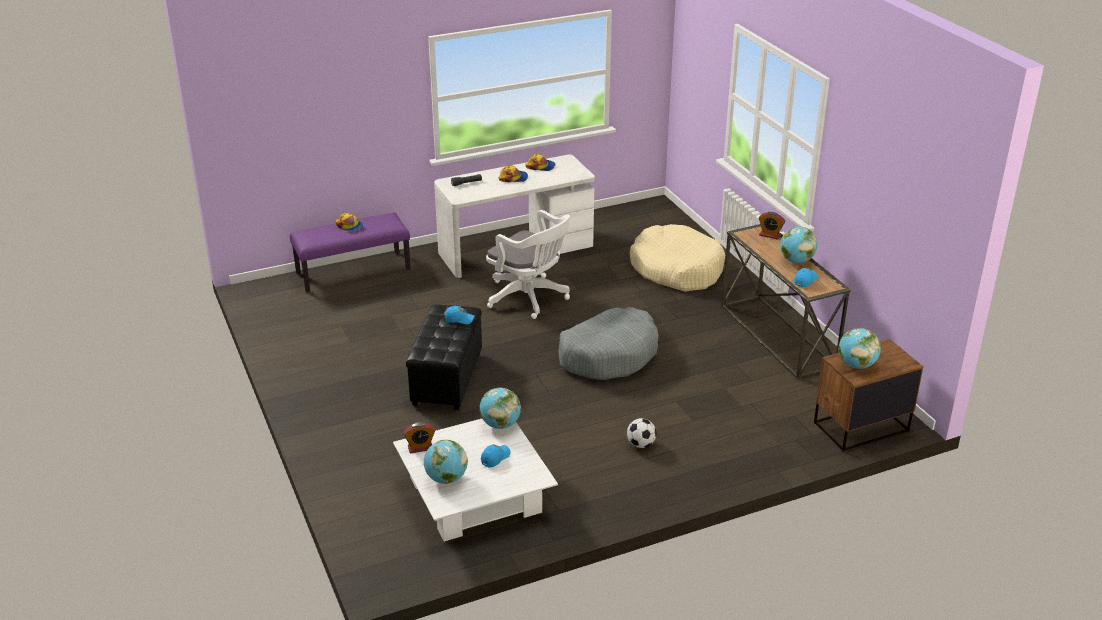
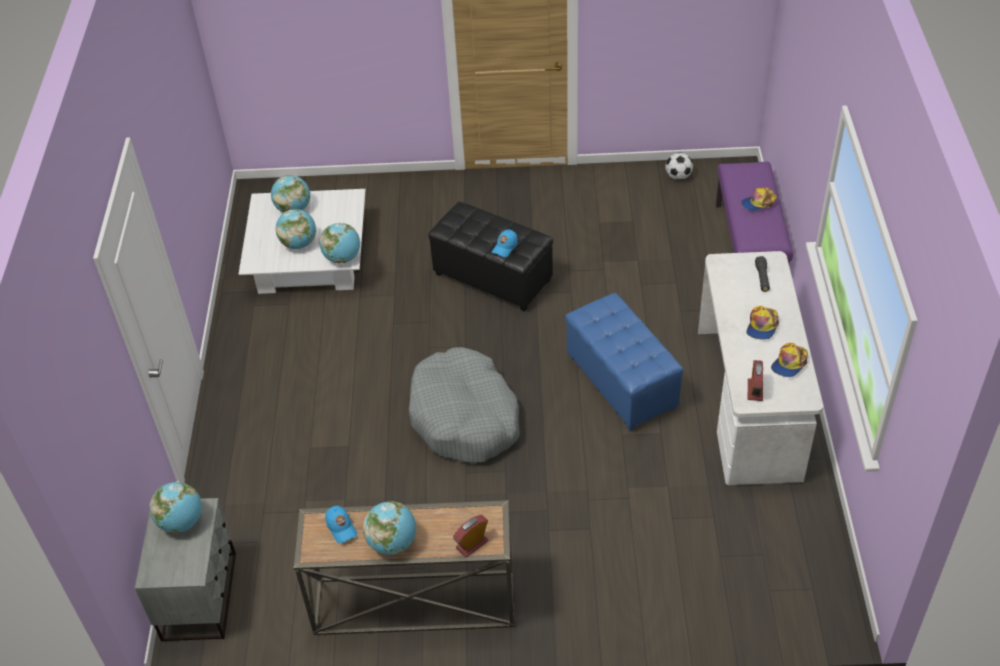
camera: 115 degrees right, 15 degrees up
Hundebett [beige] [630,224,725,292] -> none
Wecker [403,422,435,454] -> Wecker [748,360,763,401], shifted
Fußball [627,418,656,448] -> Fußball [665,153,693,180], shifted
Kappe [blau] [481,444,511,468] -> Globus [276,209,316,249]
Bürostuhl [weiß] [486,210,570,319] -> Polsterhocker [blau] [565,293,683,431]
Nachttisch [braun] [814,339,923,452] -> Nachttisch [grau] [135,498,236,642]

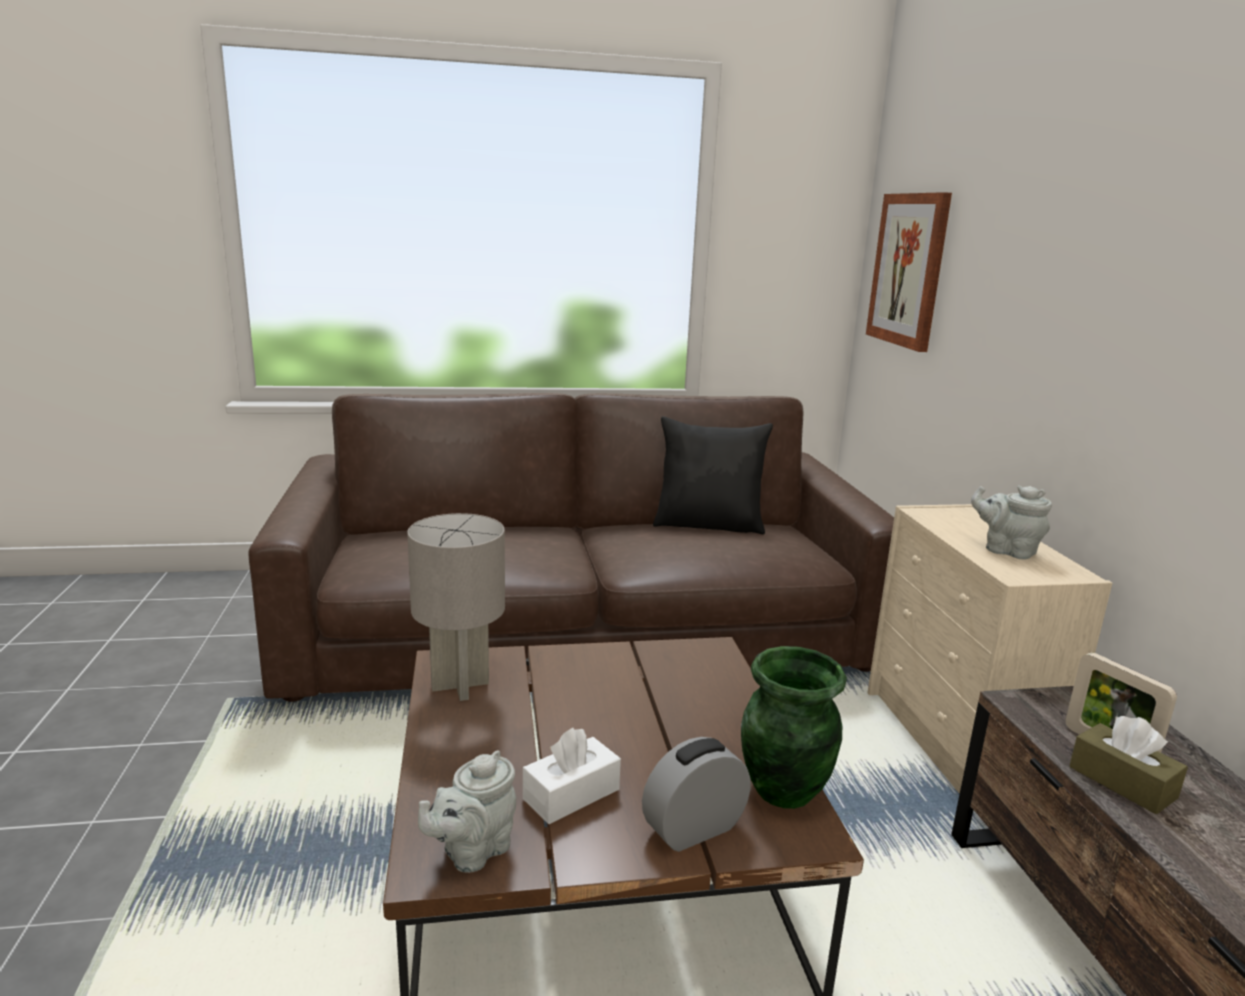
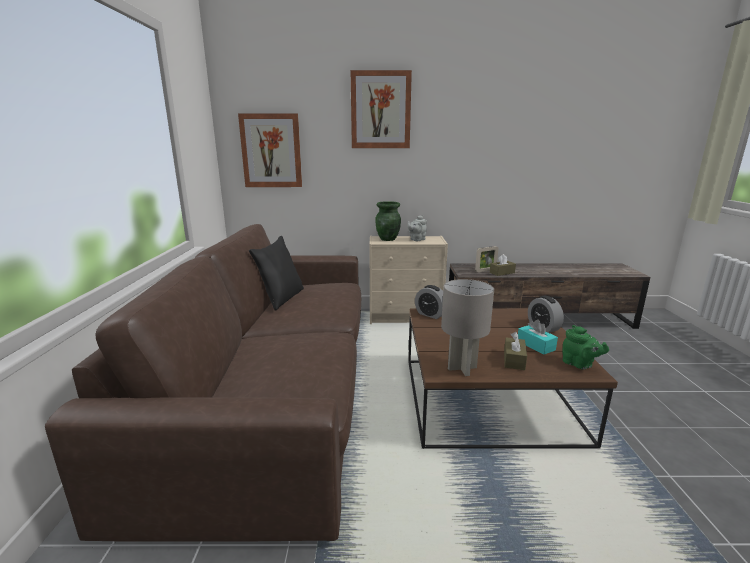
camera: 80 degrees left, 0 degrees up
none -> Bild [351,70,412,148]
none -> Wecker [415,285,443,319]
none -> Taschentuchbox [braun] [504,332,527,370]
Vase [grün] [741,646,847,809] -> Vase [grün] [376,201,401,241], shifted
Teekanne [grau] [418,750,516,873] -> Teekanne [grün] [562,325,609,369]
Taschentuchbox [weiß] [523,728,621,824] -> Taschentuchbox [türkis] [518,320,558,355]

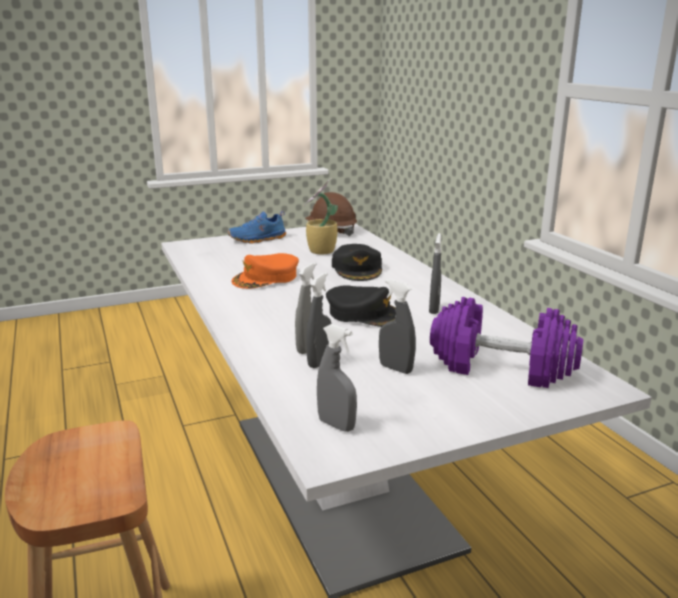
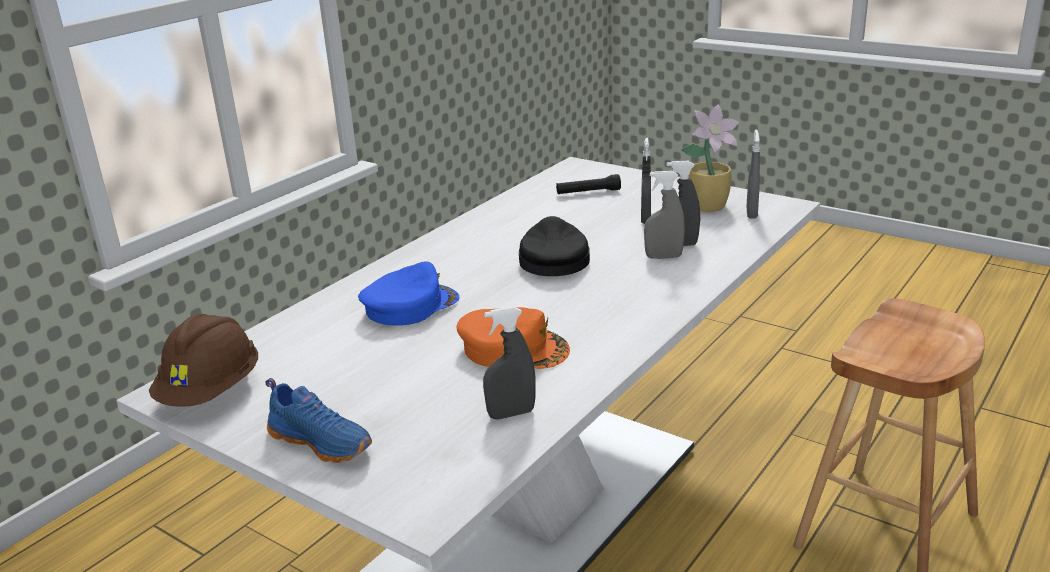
camera: 120 degrees left, 5 degrees up
Topfpflanze [303,178,338,255] -> Topfpflanze [680,104,740,212], shifted
Sprühflasche [grau] [429,233,441,314] -> Sprühflasche [grau] [483,306,536,419], shifted
Hantel [lila] [430,297,583,388] -> Taschenlampe [schwarz] [556,174,621,194]
Kappe [schwarz] [332,244,382,281] -> Kappe [blau] [358,261,460,326]

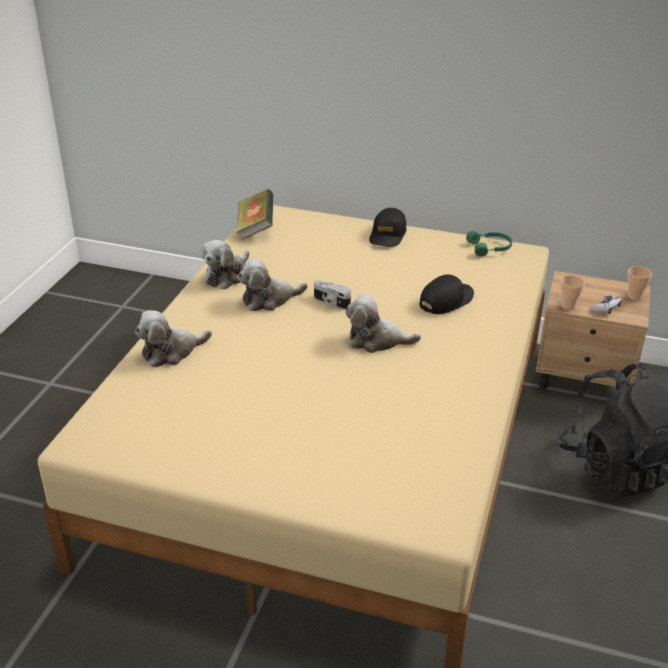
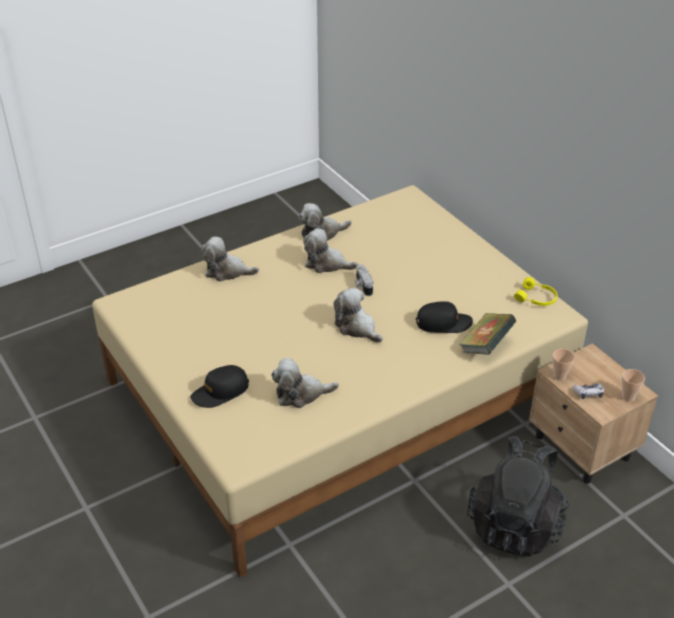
camera: 40 degrees right, 5 degrees up
none -> Plüschtier [271,358,339,408]
Buch [236,189,273,240] -> Buch [459,313,516,355], shifted
Kappe [schwarz] [369,208,407,247] -> Kappe [schwarz] [190,365,249,408], shifted
Kopfhörer [grün] [466,231,512,256] -> Kopfhörer [gelb] [514,277,557,306]

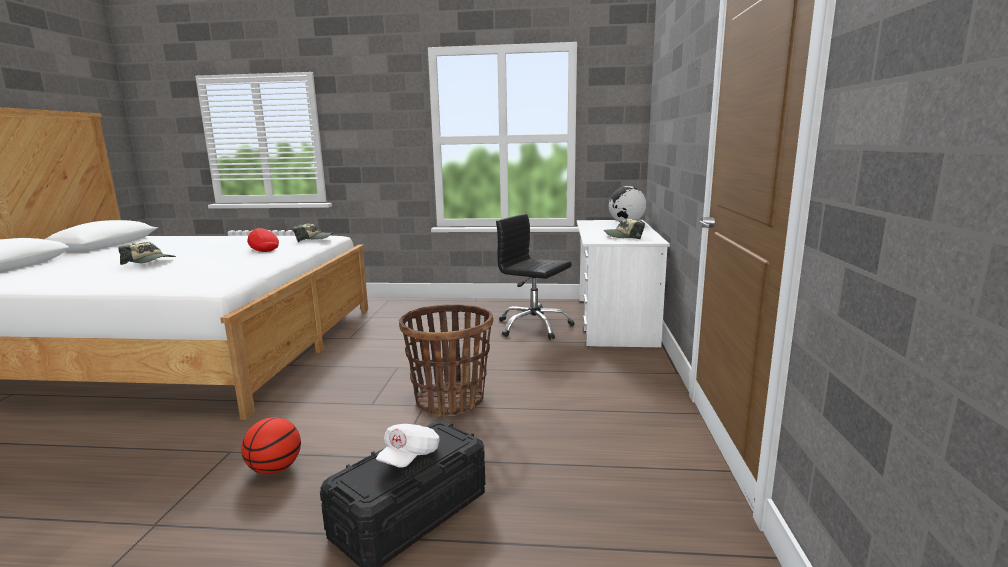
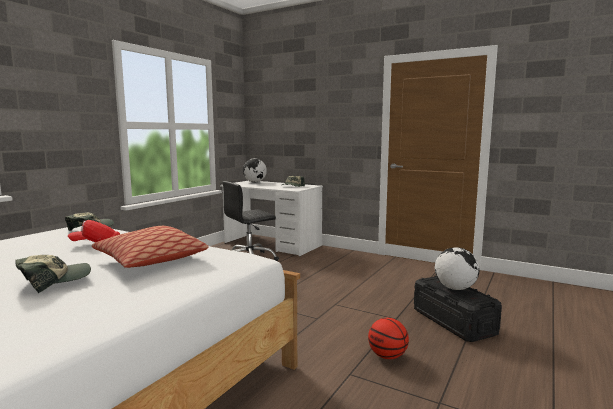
camera: 65 degrees left, 5 degrees down
Korb [399,304,493,417] -> none
none -> Kissen [92,226,208,268]
Kappe [weiß] [376,424,440,468] -> Globus [435,247,480,290]

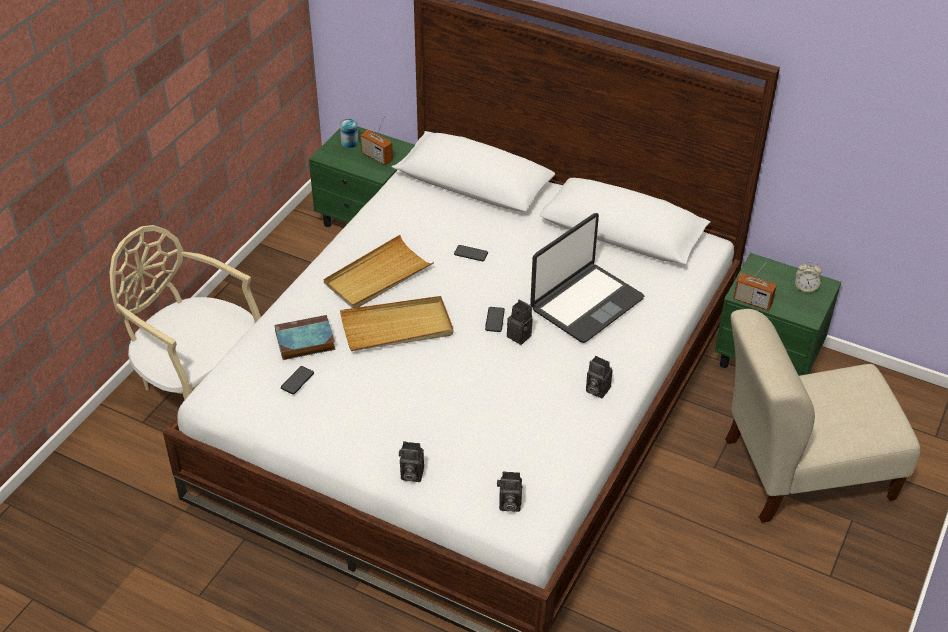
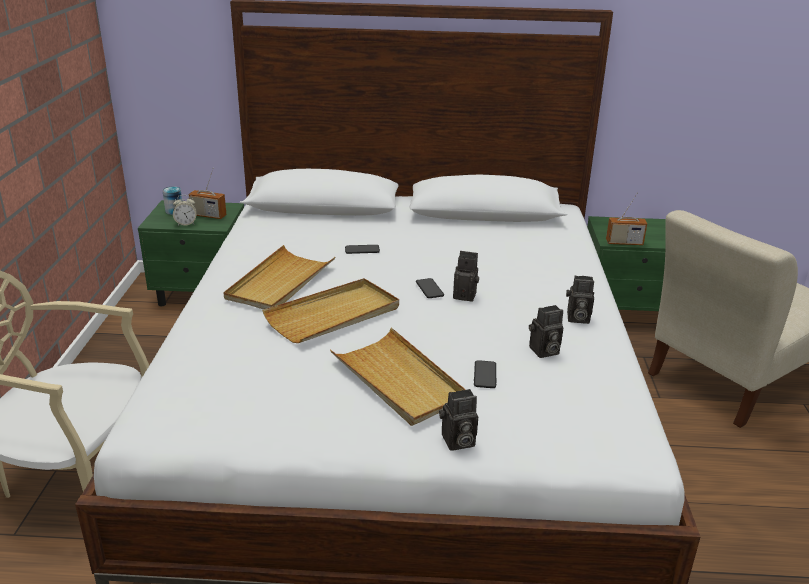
camera: 25 degrees left, 15 degrees down
Buch [275,315,336,360] -> none
Laptop [530,213,644,343] -> none
none -> Tablett [beige] [330,328,466,426]
Handy [281,366,314,394] -> Handy [474,360,496,388], shifted
Kamera [497,471,522,512] -> Kamera [529,305,563,358], shifted
Wecker [795,261,822,292] -> Wecker [173,195,197,226], shifted

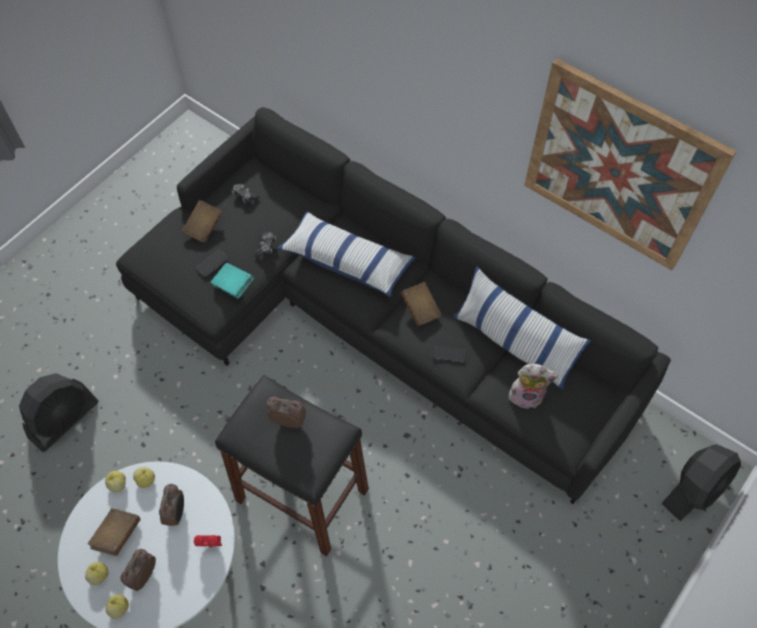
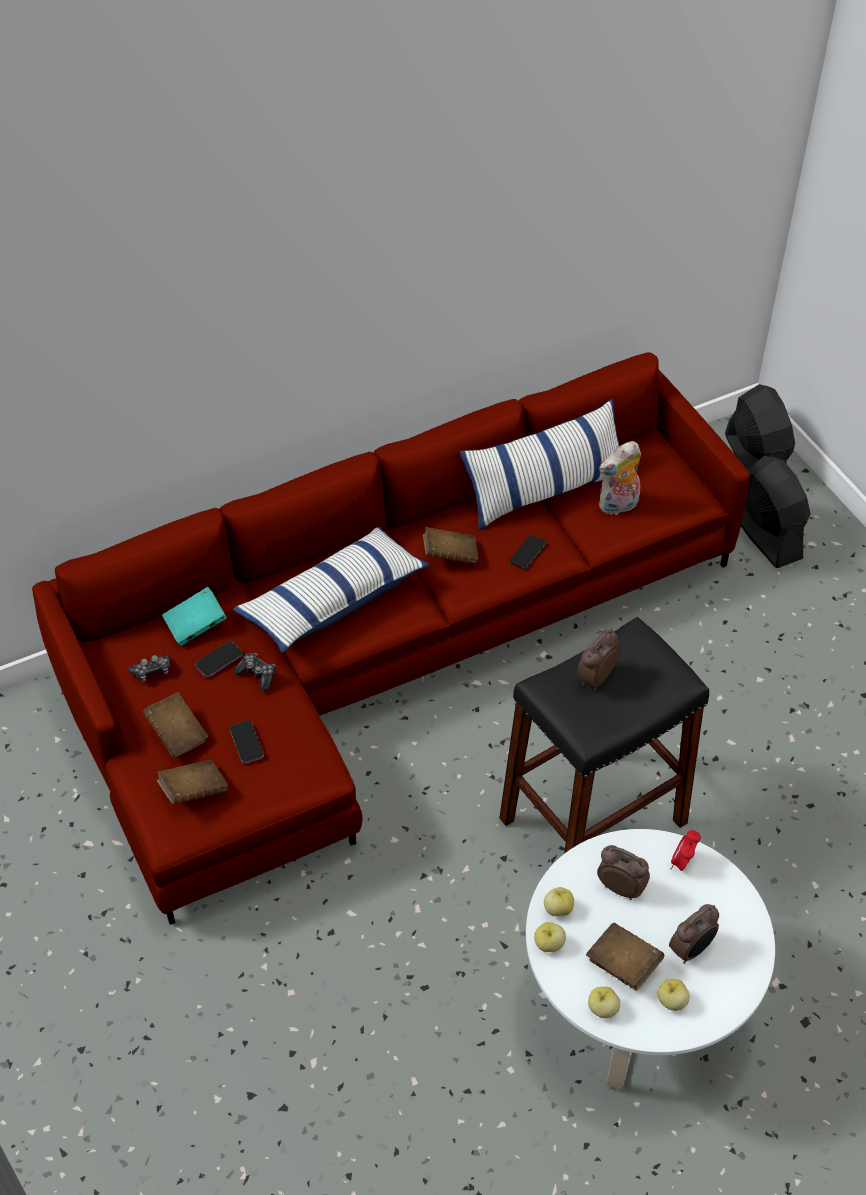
camera: 65 degrees left, 10 degrees down
Bild [524,58,736,271] -> none
none -> Buch [braun] [157,760,228,805]
none -> Handy [195,641,243,677]
Ventilator [schwarz] [19,373,99,452] -> Ventilator [schwarz] [741,456,811,568], shifted
Apfel [106,594,129,619] -> Apfel [588,987,620,1019], shifted
Buch [türkis] [211,263,254,298] -> Buch [türkis] [162,587,227,645], shifted
Sofa [schwarz] [116,107,671,504] -> Sofa [rot] [32,352,750,925]
Wecker [121,549,156,591] -> Wecker [669,904,719,964], 90 degrees counterclockwise
Plüschtier [509,364,558,409] -> Plüschtier [599,441,642,515], 150 degrees counterclockwise

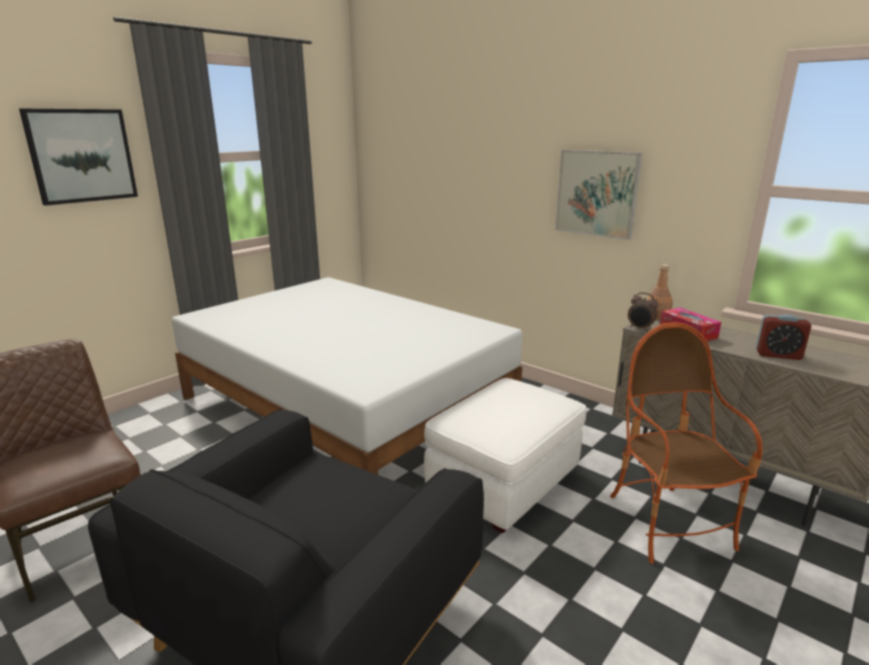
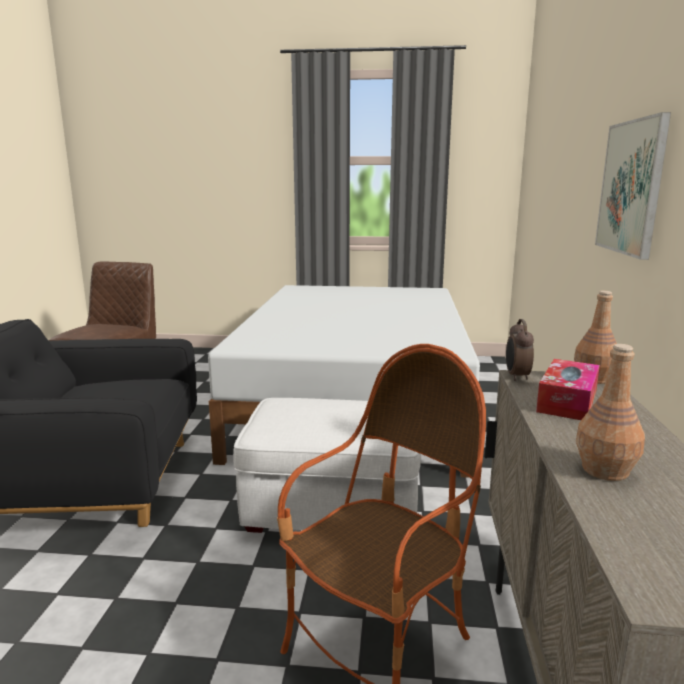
camera: 55 degrees right, 5 degrees down
Bild [19,109,138,206] -> none
Wecker [756,314,811,360] -> Flasche [braun] [576,344,645,481]

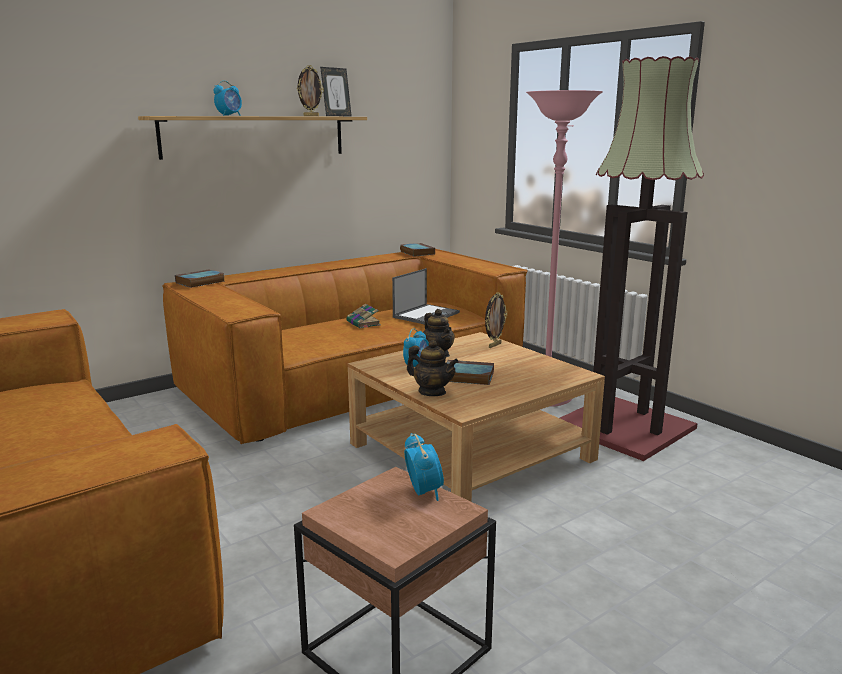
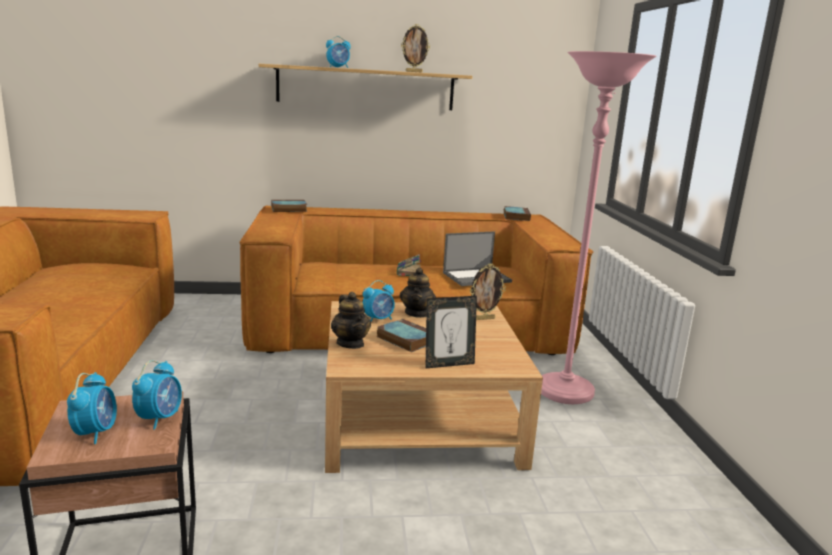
camera: 30 degrees right, 0 degrees up
Stehlampe [560,56,704,461] -> none
none -> Wecker [67,372,117,444]
Bilderrahmen [320,67,352,116] -> Bilderrahmen [425,296,477,369], shifted

